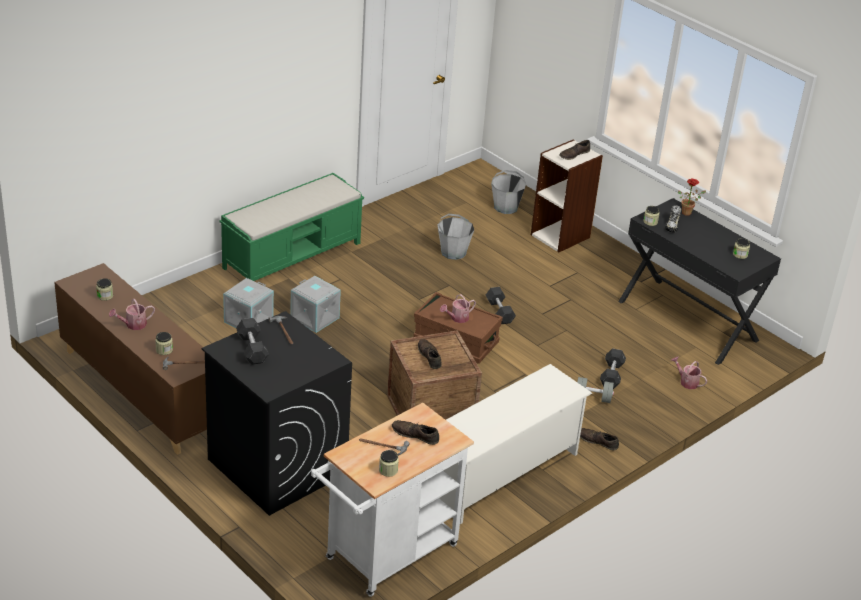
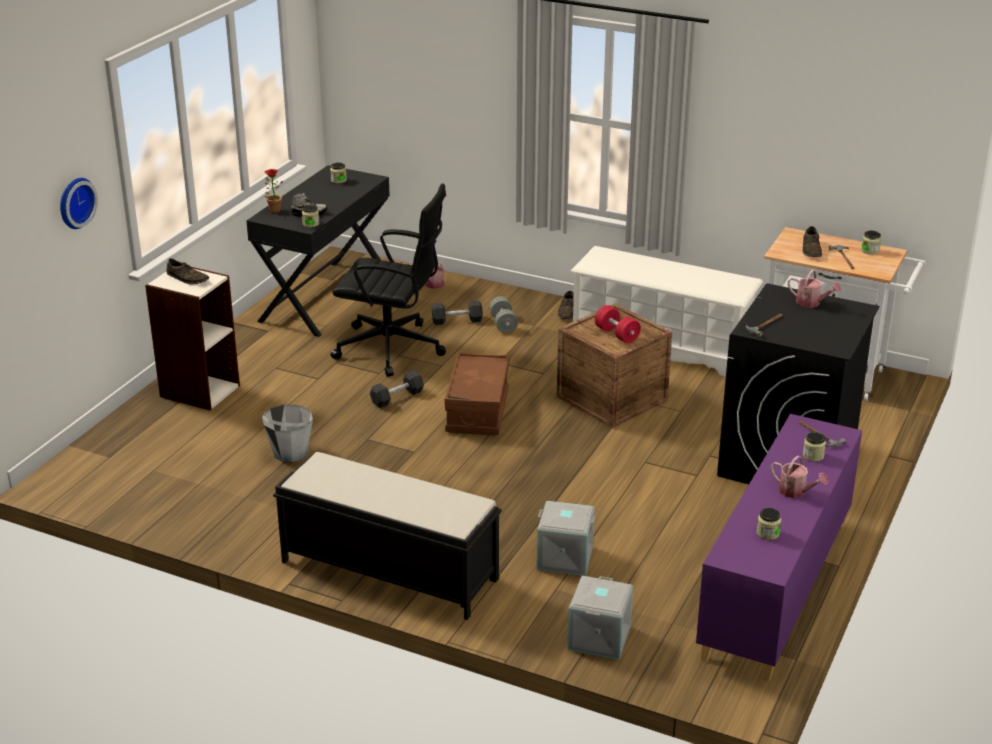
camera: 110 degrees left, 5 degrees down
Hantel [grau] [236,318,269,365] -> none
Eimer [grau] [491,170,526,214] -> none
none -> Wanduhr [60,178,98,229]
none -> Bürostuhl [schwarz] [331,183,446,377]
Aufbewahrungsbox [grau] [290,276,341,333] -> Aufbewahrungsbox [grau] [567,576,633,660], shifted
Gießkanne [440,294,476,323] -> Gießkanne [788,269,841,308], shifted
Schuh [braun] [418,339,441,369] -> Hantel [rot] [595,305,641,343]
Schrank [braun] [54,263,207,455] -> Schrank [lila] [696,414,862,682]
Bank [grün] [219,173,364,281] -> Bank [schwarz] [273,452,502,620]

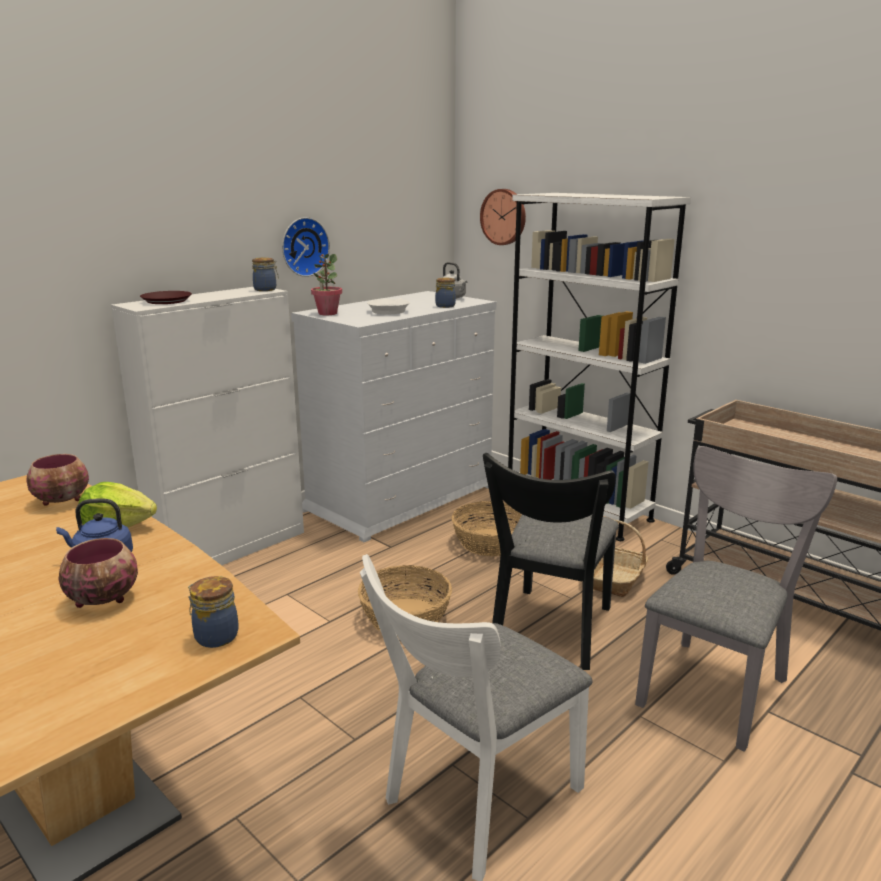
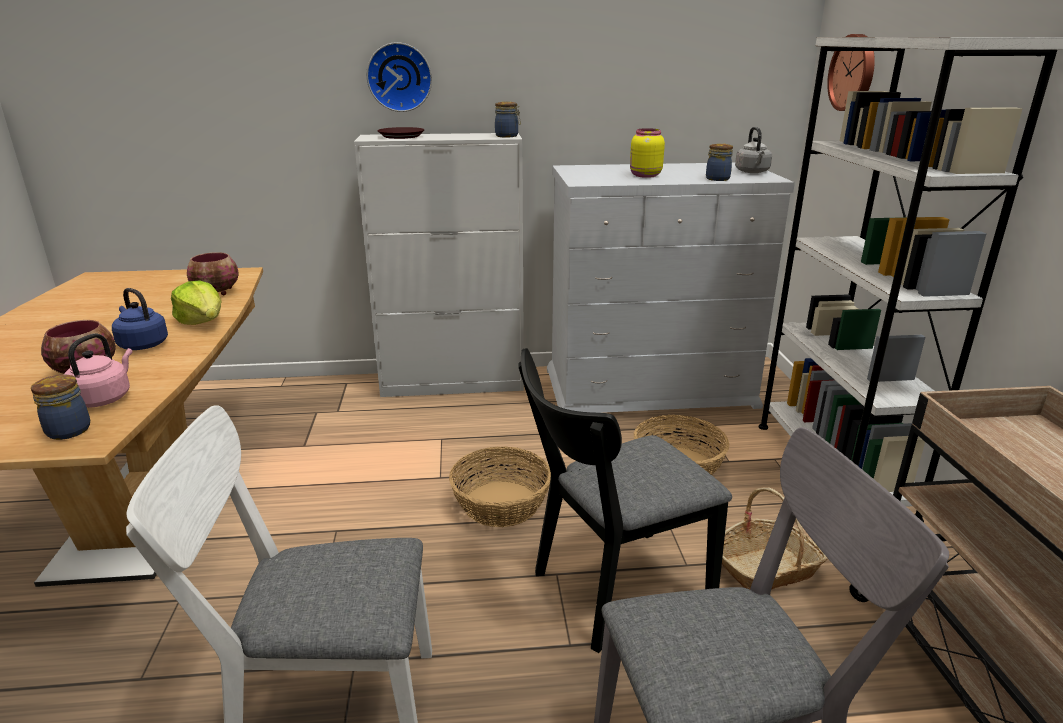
camera: 40 degrees right, 5 degrees up
Topfpflanze [311,254,342,315] -> none
none -> Wasserkessel [rosa] [64,333,132,408]
Wanduhr [282,217,330,277] -> Wanduhr [366,42,432,112], shifted
Pfanne [weiß] [367,298,410,315] -> Vorratsglas [gelb] [630,128,665,178]

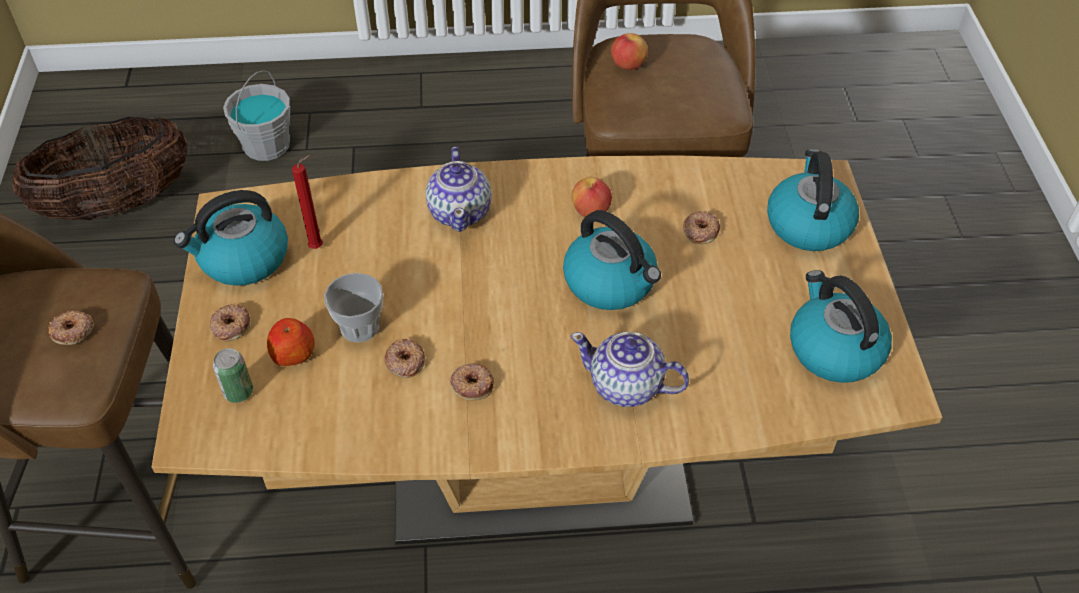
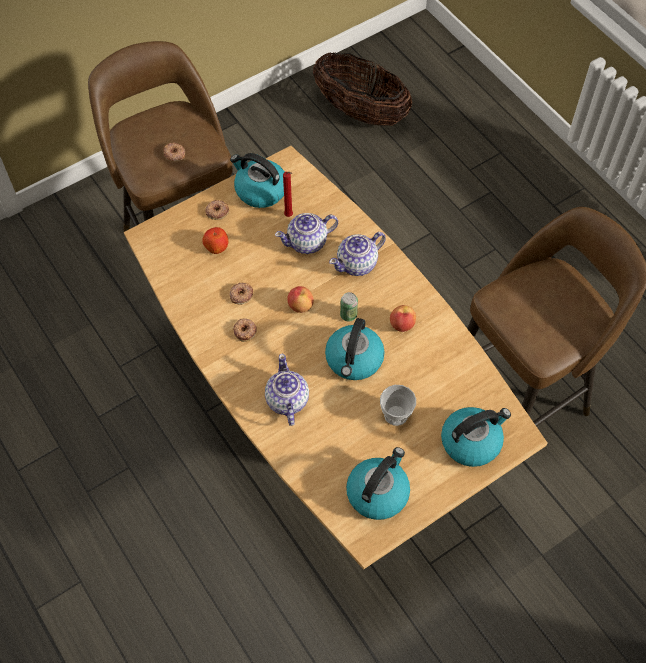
camera: 60 degrees right, 10 degrees up
Eimer [grau] [223,70,290,161] -> none
Donut [683,211,720,244] -> none
none -> Teekanne [275,213,338,254]
Dose [213,348,253,403] -> Dose [340,292,358,322], shifted
Tasse [324,273,383,343] -> Tasse [380,385,416,426], shifted
Apfel [611,33,648,70] -> Apfel [287,286,314,313], shifted

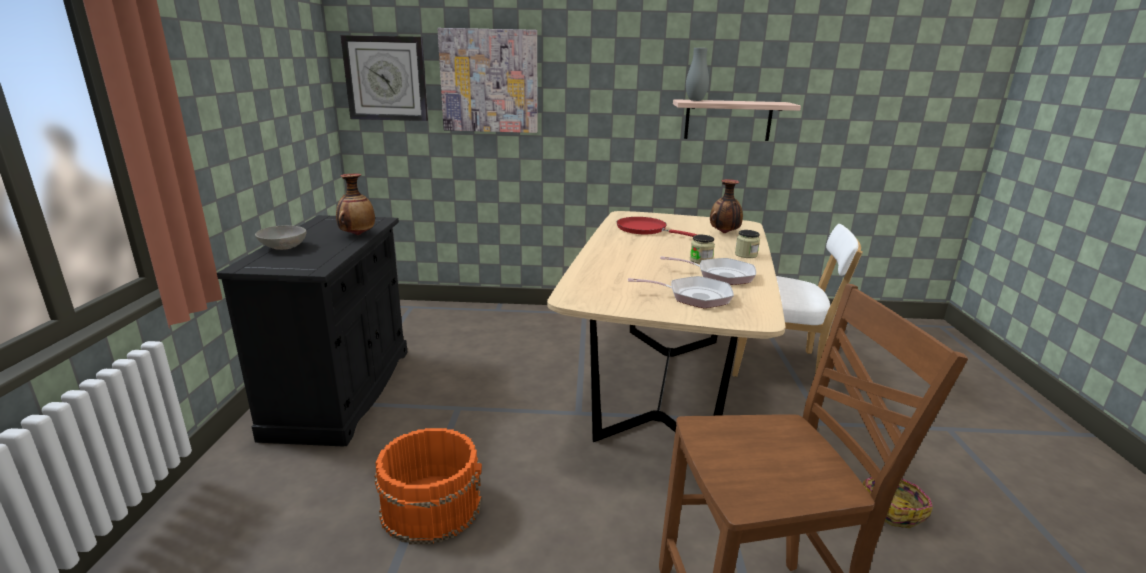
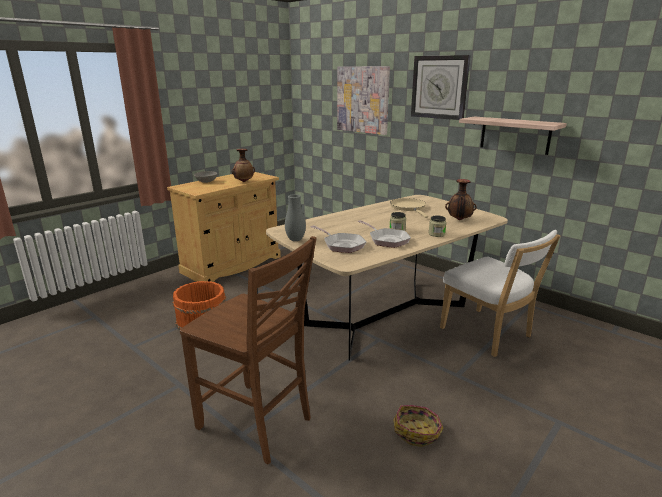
camera: 40 degrees right, 0 degrees up
Wanduhr [341,35,428,121] -> Wanduhr [411,55,470,120], shifted
Vase [grau] [686,48,709,101] -> Vase [grau] [285,194,306,241], shifted
Schrank [schwarz] [217,215,408,447] -> Schrank [beige] [167,172,281,282]
Pfanne [rot] [617,217,698,237] -> Pfanne [beige] [390,198,428,218]

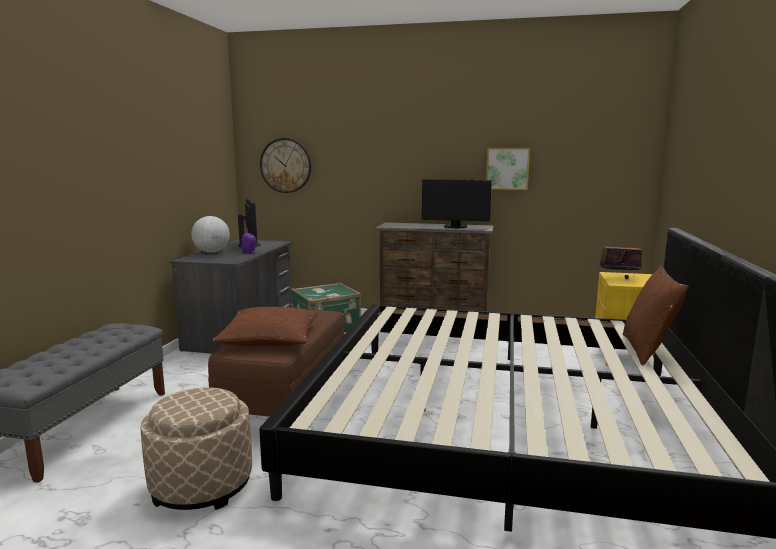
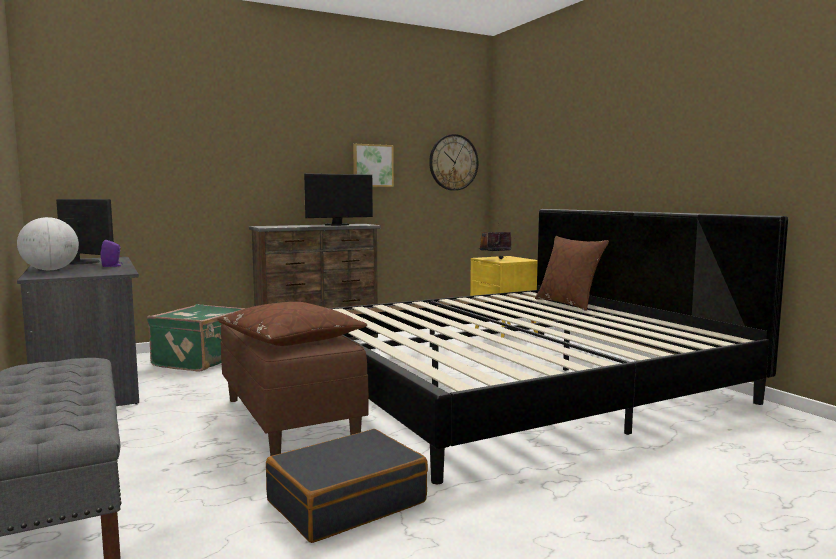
camera: 40 degrees left, 5 degrees down
Wanduhr [260,138,311,193] -> Wanduhr [429,134,478,191], shifted
Polsterhocker [beige] [140,387,252,510] -> Koffer [schwarz] [266,429,428,543]

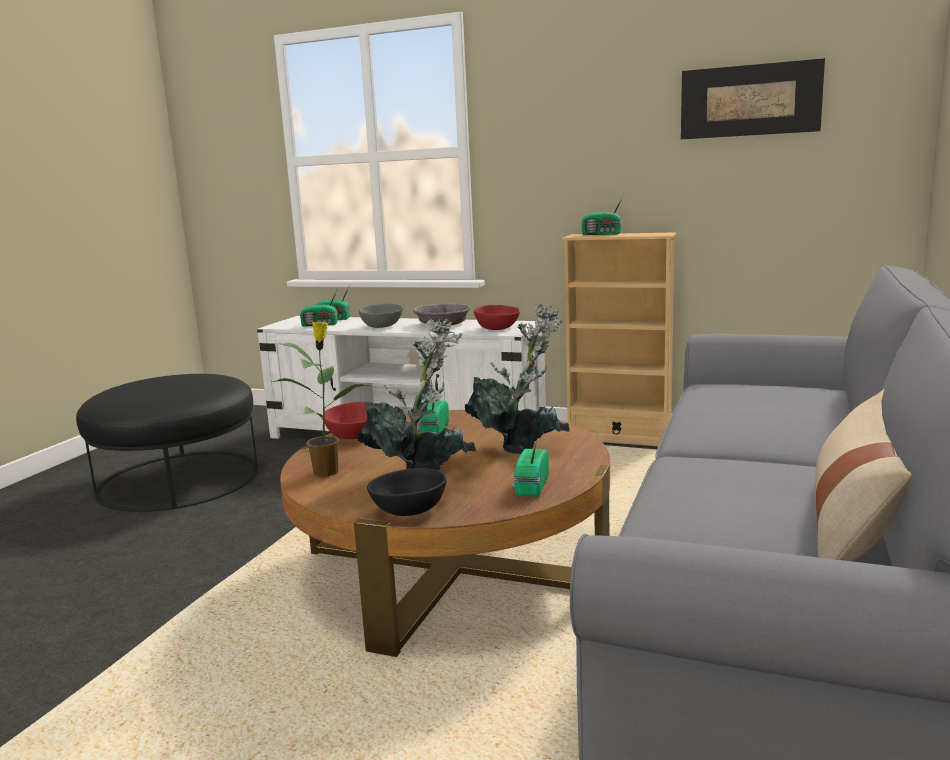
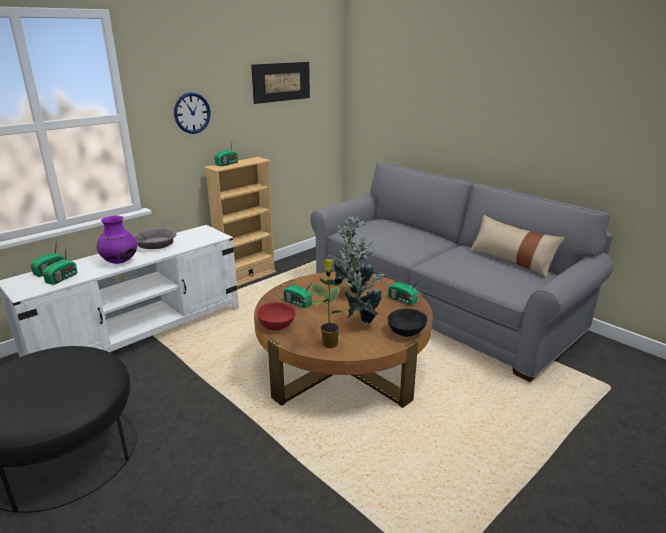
camera: 65 degrees left, 10 degrees up
Schüssel [rot] [474,305,520,330] -> none
none -> Wanduhr [174,92,211,134]
Schüssel [grau] [359,304,403,328] -> Vase [lila] [96,215,137,264]

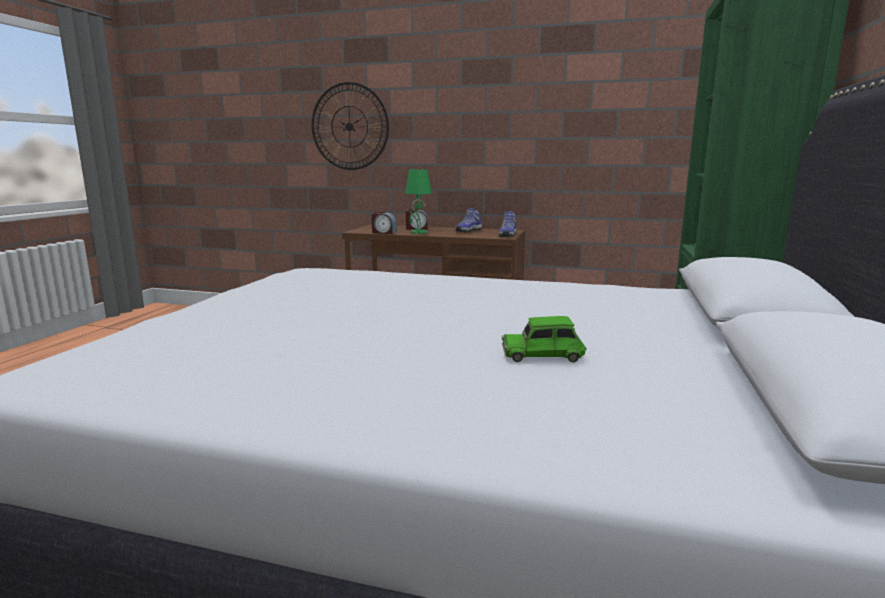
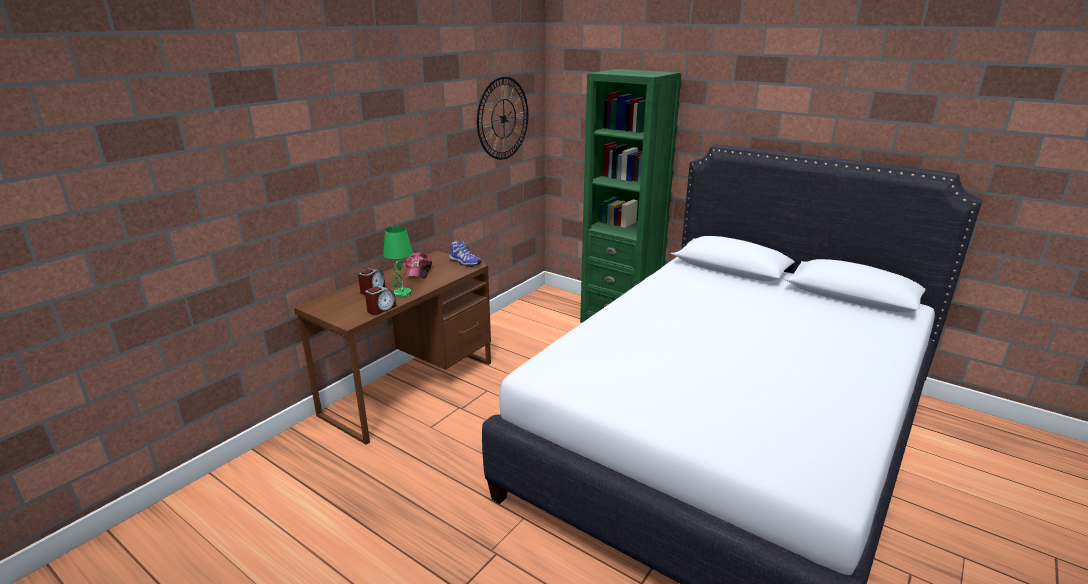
camera: 70 degrees left, 10 degrees up
Spielzeugauto [grün] [502,316,587,362] -> none
Wanduhr [312,82,389,170] -> Wanduhr [477,76,528,160], shifted
Schuh [456,208,482,233] -> Kappe [406,253,432,279]

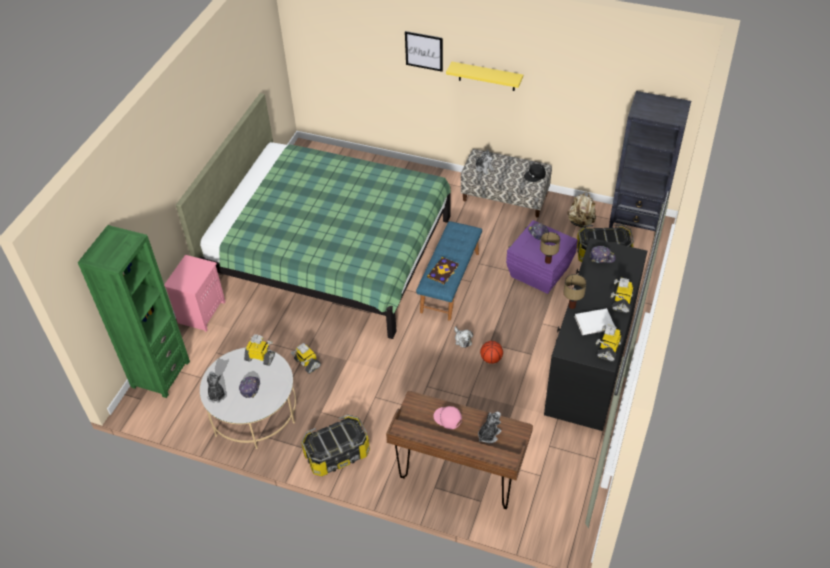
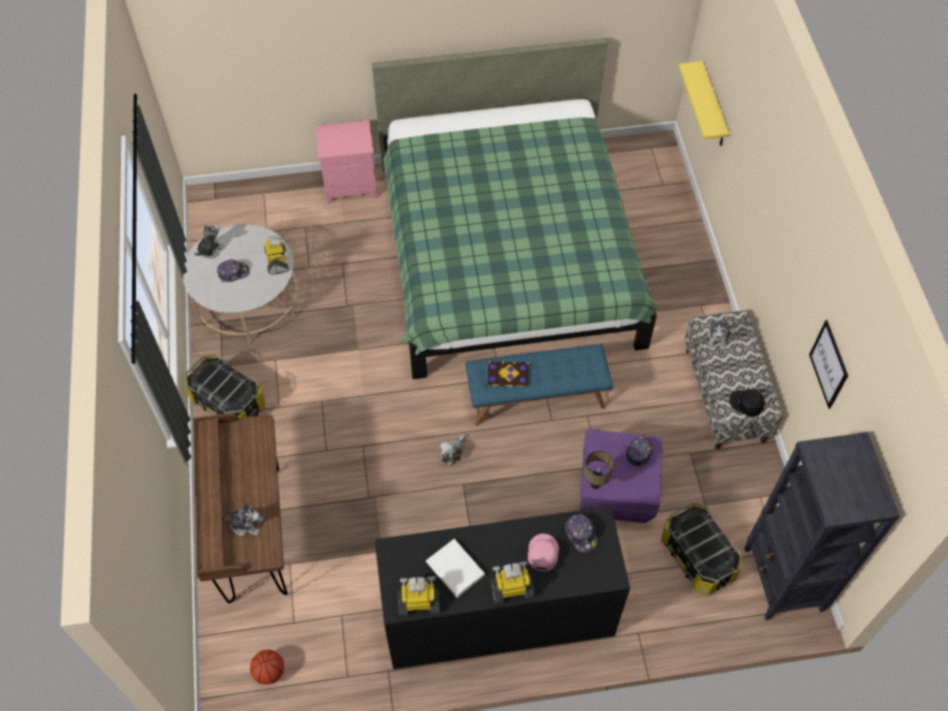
camera: 60 degrees right, 10 degrees up
Bücherregal [grün] [78,225,190,398] -> none
Spielzeugroboter [291,343,321,374] -> none
Tischlampe [563,274,587,309] -> none
Rucksack [beige] [568,192,596,228] -> none
Bild [405,31,443,72] -> Bild [809,320,848,409], shifted
Kappe [rosa] [434,406,462,429] -> Kappe [rosa] [528,534,559,571], shifted
Wandregal [gelb] [446,62,523,91] -> Wandregal [gelb] [679,61,729,146], shifted
Basketball [480,341,503,364] -> Basketball [250,650,284,684], shifted

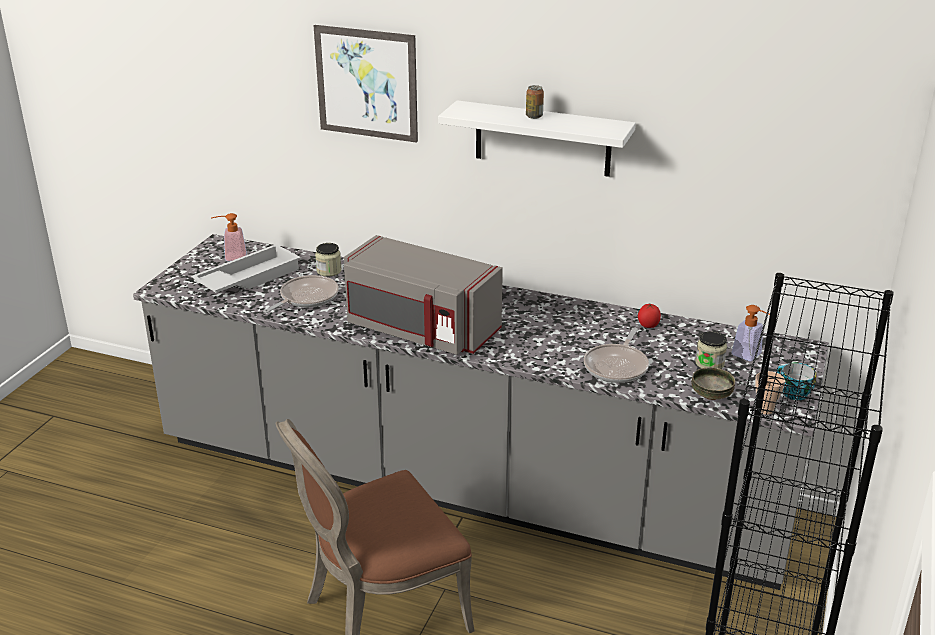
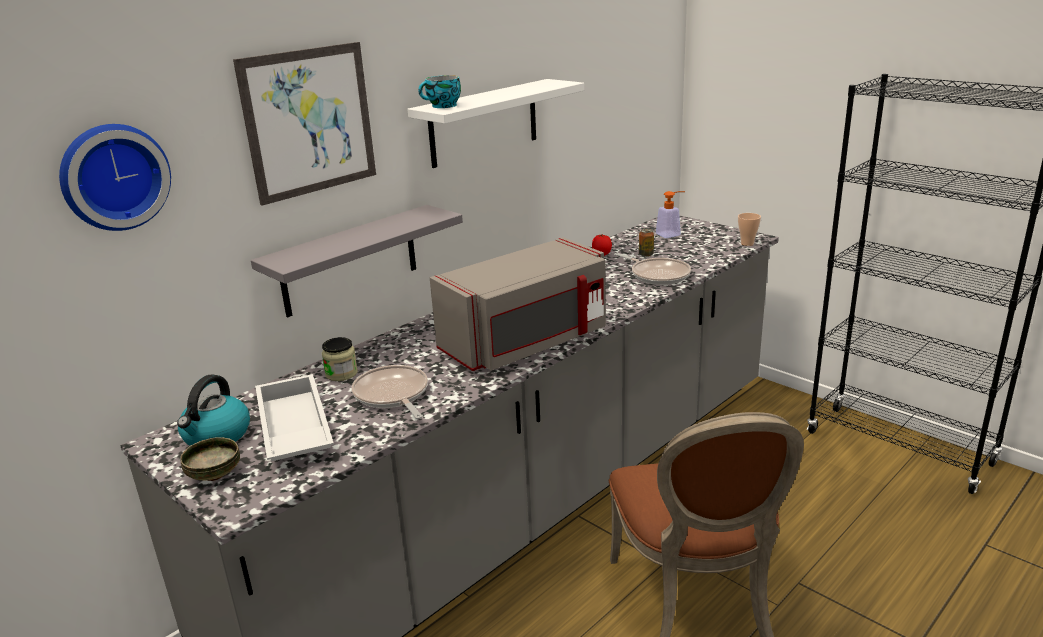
camera: 65 degrees left, 5 degrees down
Vorratsglas [695,331,727,369] -> none
none -> Wanduhr [59,124,171,231]
none -> Wandregal [grau] [251,205,463,317]
Dose [526,85,544,119] -> Dose [639,228,654,257], shifted
Schüssel [691,367,735,400] -> Schüssel [180,437,240,481], shifted
Tasse [776,363,816,400] -> Tasse [418,75,461,108], shifted
Seifenspender [212,213,247,261] -> Wasserkessel [177,375,250,446]

